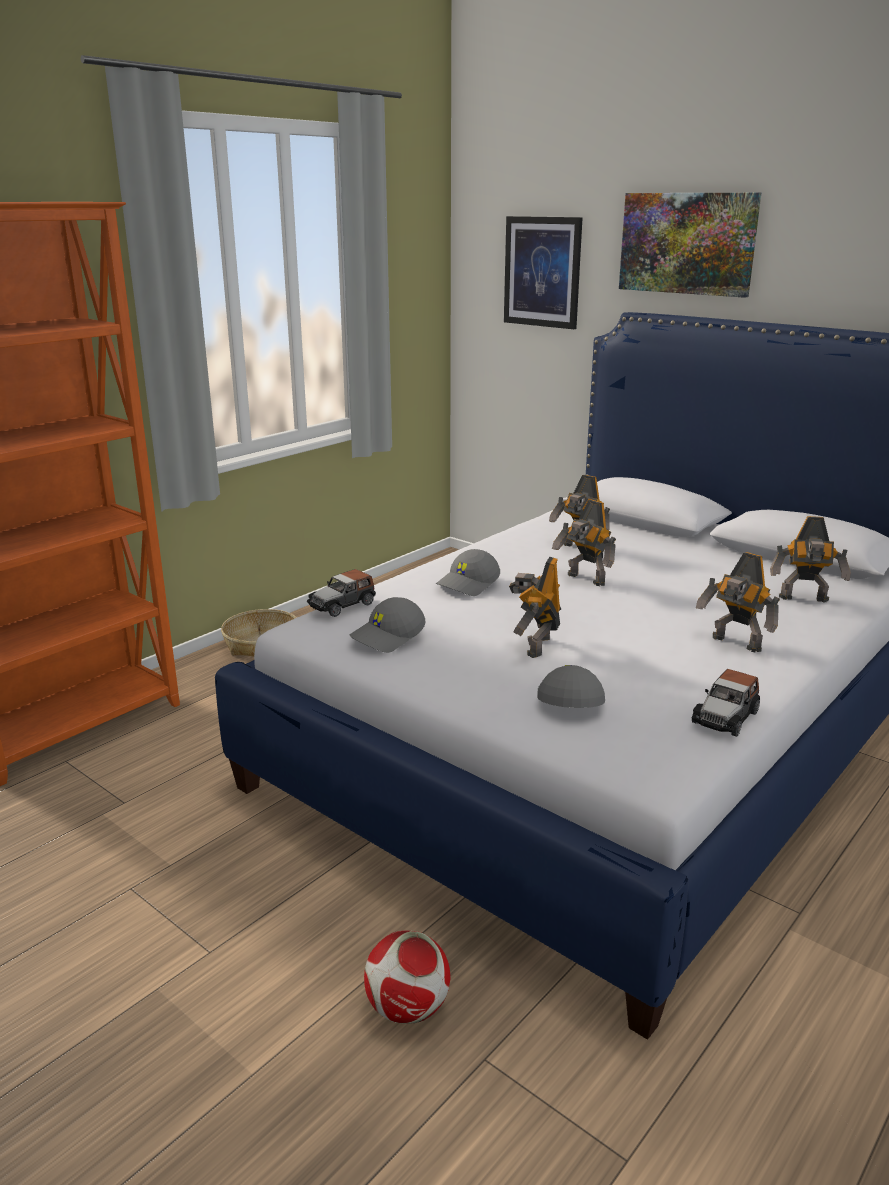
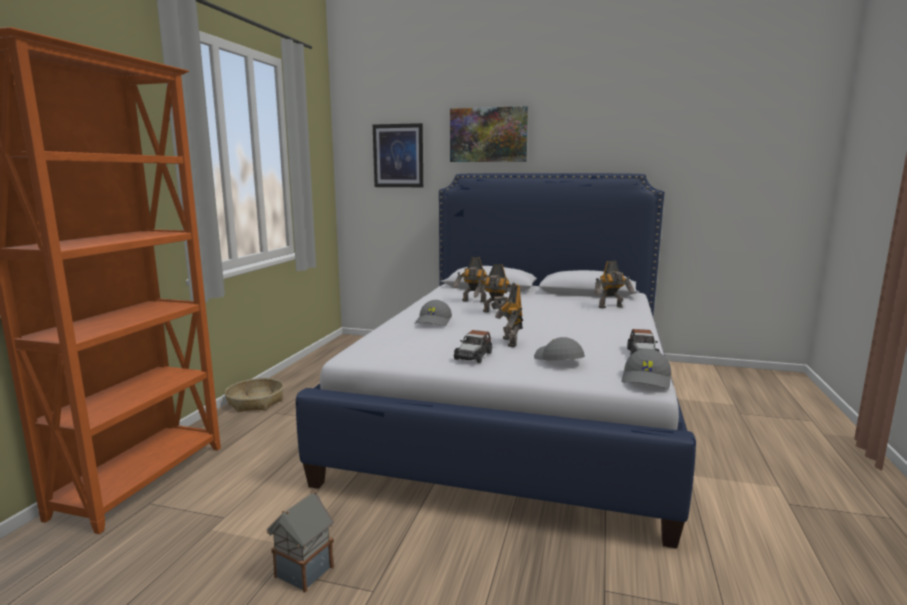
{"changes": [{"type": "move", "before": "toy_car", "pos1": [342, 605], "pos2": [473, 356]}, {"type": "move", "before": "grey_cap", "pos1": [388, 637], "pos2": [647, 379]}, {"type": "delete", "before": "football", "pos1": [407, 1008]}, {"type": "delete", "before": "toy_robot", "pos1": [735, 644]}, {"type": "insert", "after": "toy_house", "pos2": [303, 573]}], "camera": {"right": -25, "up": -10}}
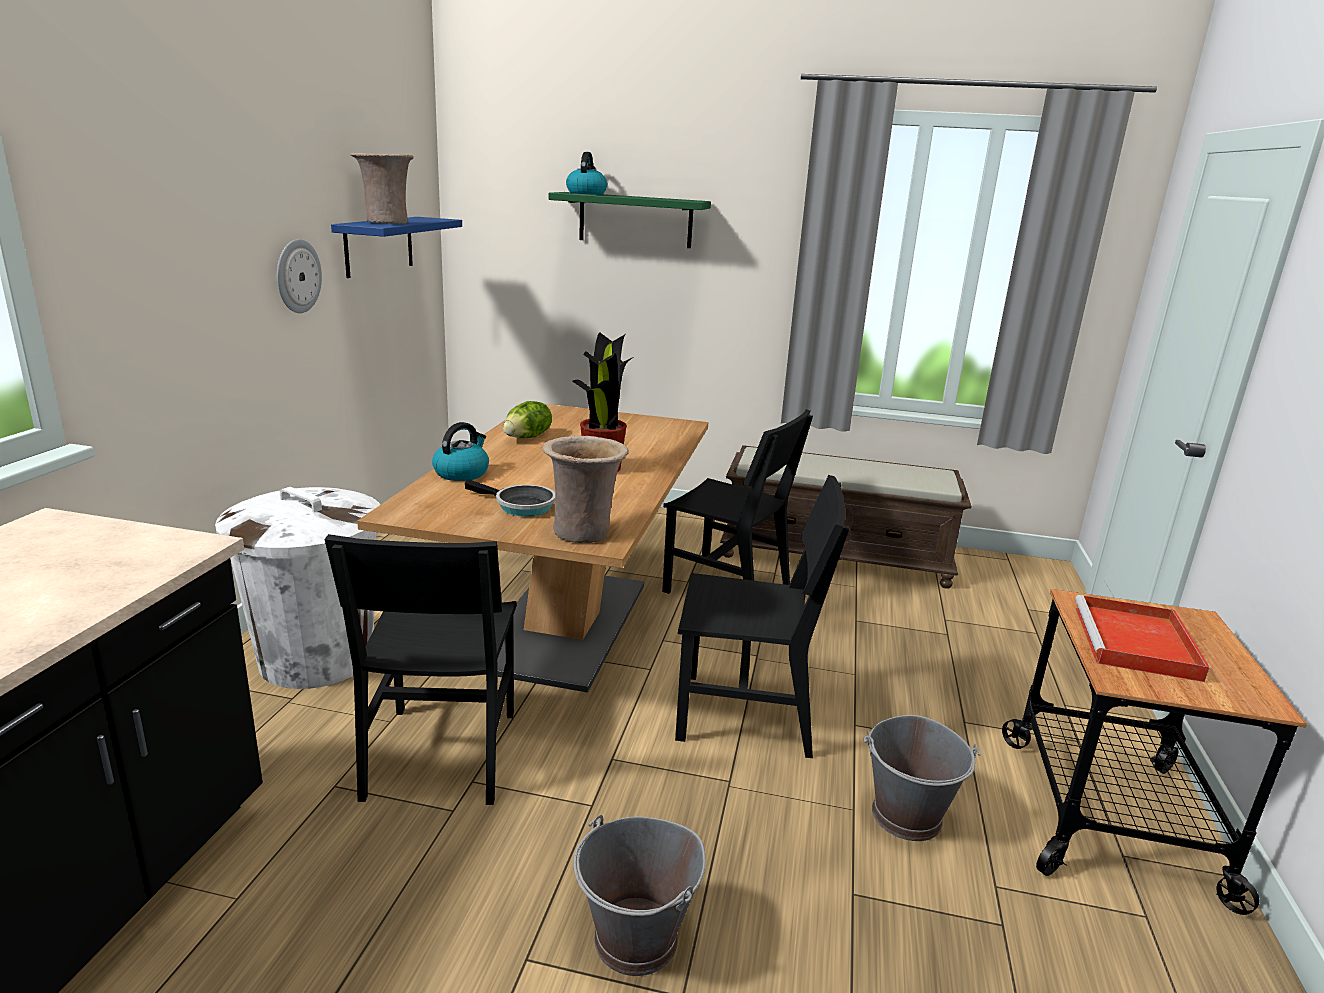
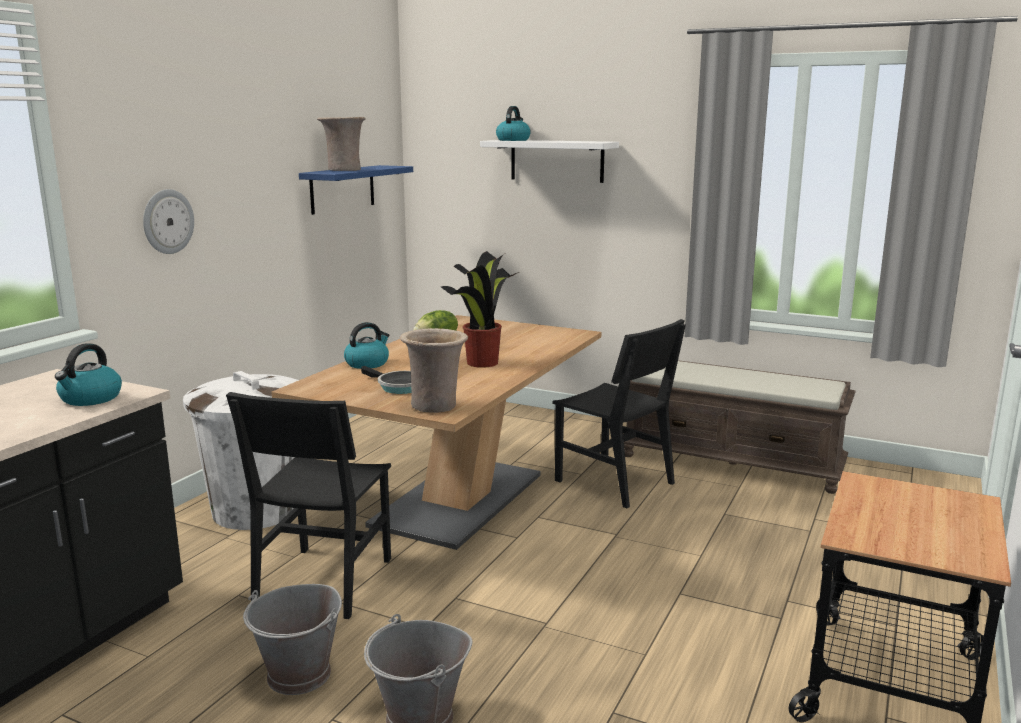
{"changes": [{"type": "move", "before": "wall_clock", "pos1": [297, 276], "pos2": [167, 221]}, {"type": "recolor", "before": "green_shelf", "after": "white_shelf", "pos1": [635, 220], "pos2": [556, 161]}, {"type": "delete", "before": "black_chair", "pos1": [746, 714]}, {"type": "move", "before": "grey_bucket", "pos1": [907, 816], "pos2": [299, 675]}, {"type": "delete", "before": "red_tray", "pos1": [1137, 644]}, {"type": "insert", "after": "kettle", "pos2": [90, 399]}], "camera": {"right": 15, "up": -5}}
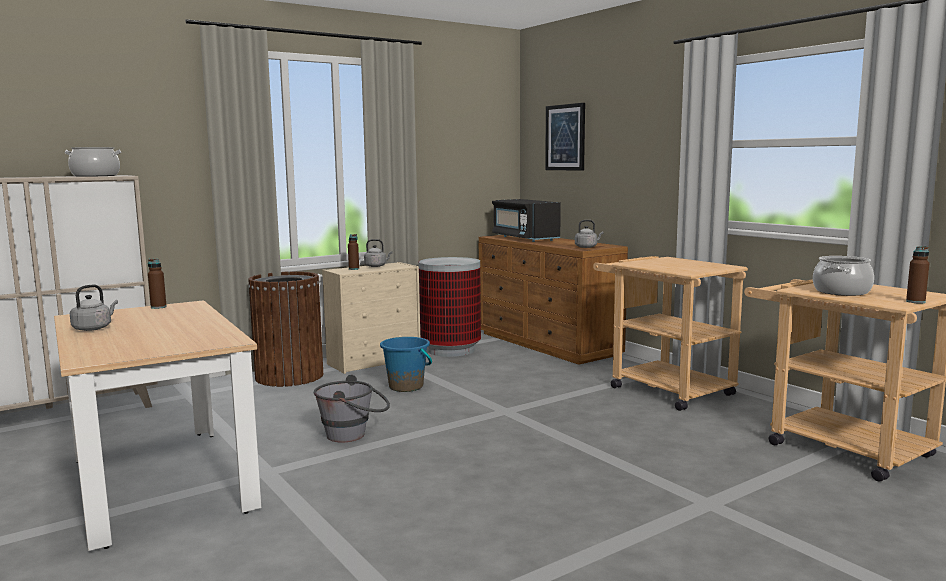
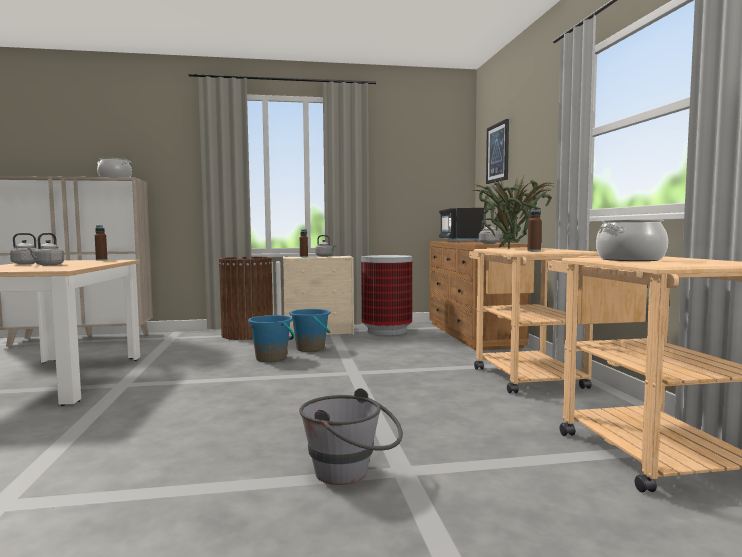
{"changes": [{"type": "move", "before": "grey_bucket", "pos1": [354, 435], "pos2": [351, 474]}, {"type": "move", "before": "brown_bottle", "pos1": [915, 302], "pos2": [534, 251]}, {"type": "insert", "after": "grey_kettle", "pos2": [48, 265]}, {"type": "insert", "after": "blue_bucket", "pos2": [271, 358]}, {"type": "insert", "after": "potted_plant", "pos2": [511, 248]}], "camera": {"right": 25, "up": -5}}
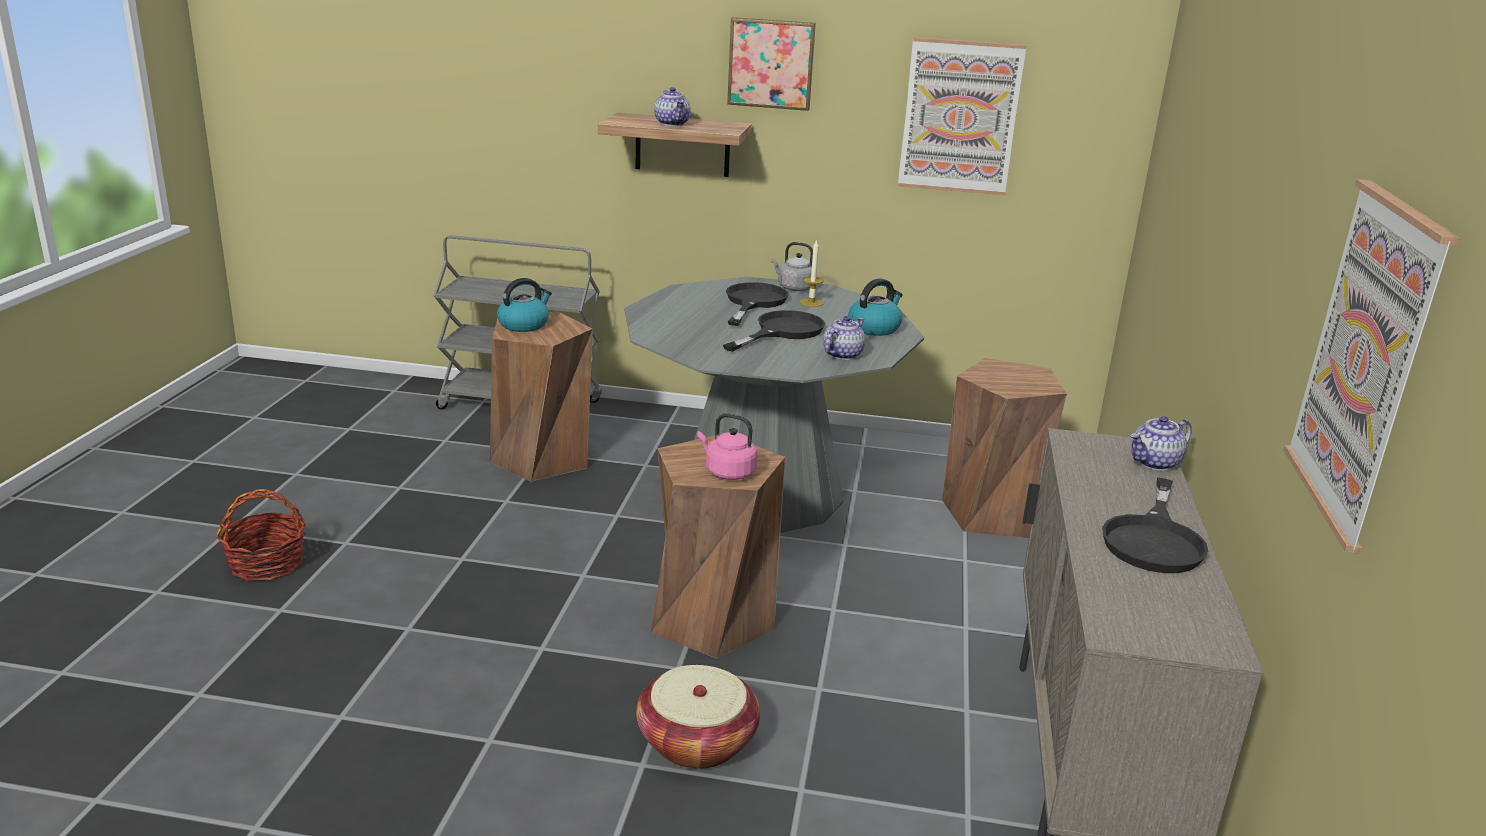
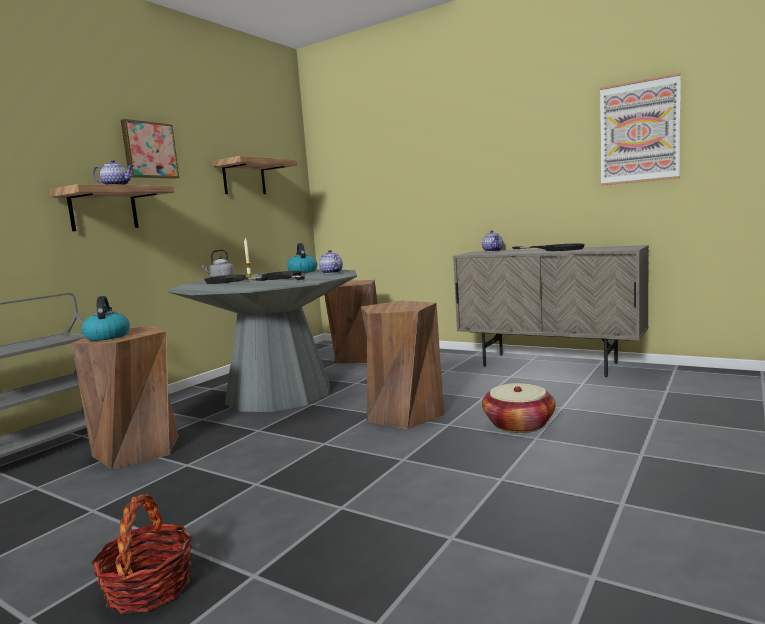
{"changes": [{"type": "delete", "before": "pink_kettle", "pos1": [727, 472]}, {"type": "replace", "before": "picture", "after": "shelf", "pos1": [960, 117], "pos2": [244, 178]}], "camera": {"right": -65, "up": -15}}
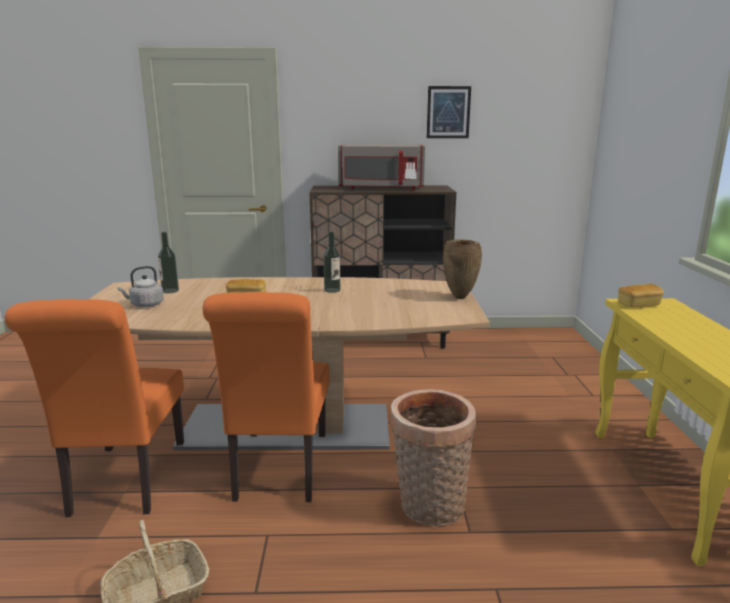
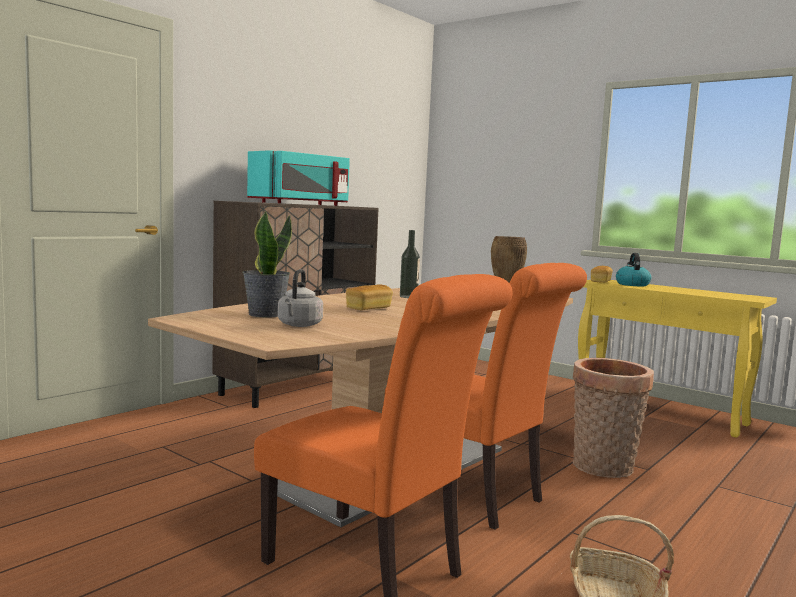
{"changes": [{"type": "replace", "before": "bottle", "after": "potted_plant", "pos1": [170, 291], "pos2": [265, 314]}, {"type": "recolor", "before": "grey_microwave", "after": "turquoise_microwave", "pos1": [381, 188], "pos2": [301, 204]}, {"type": "delete", "before": "picture", "pos1": [448, 112]}, {"type": "insert", "after": "kettle", "pos2": [632, 284]}], "camera": {"right": -50, "up": -10}}
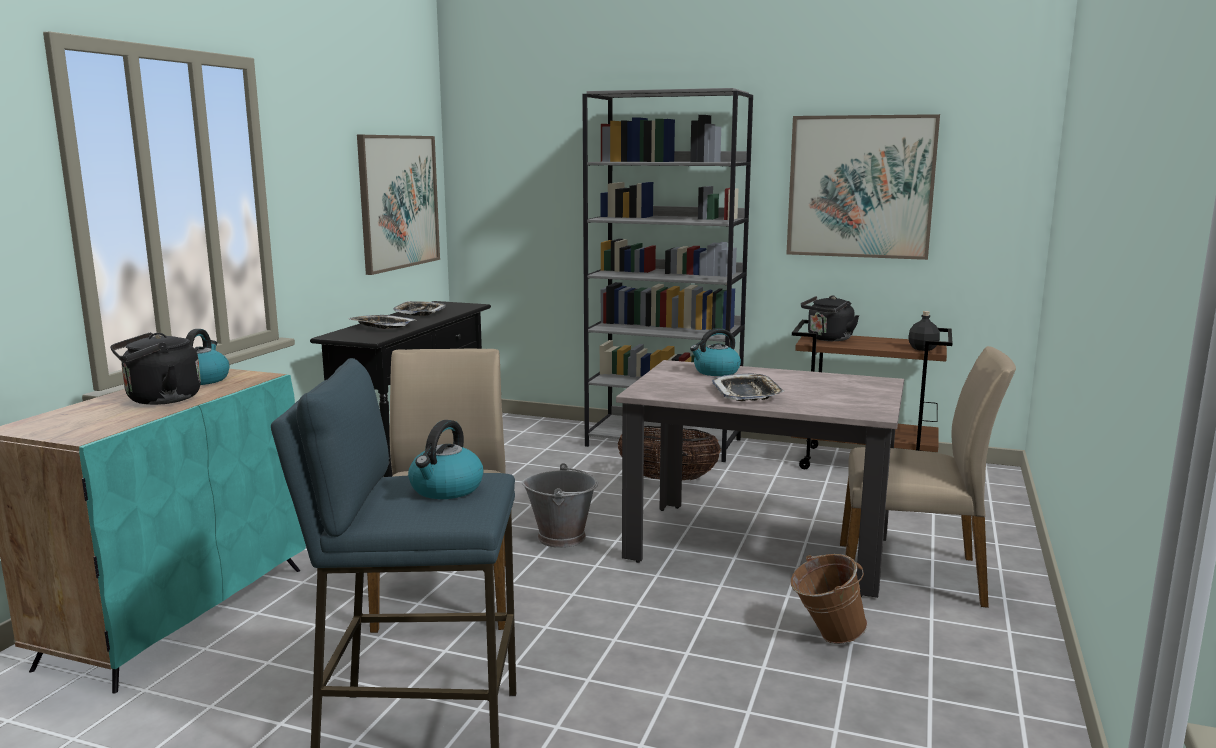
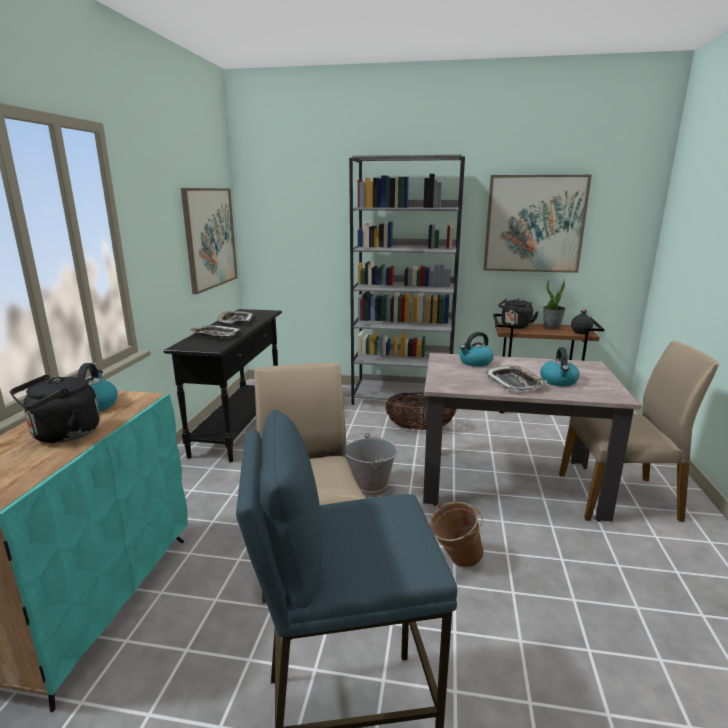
{"changes": [{"type": "move", "before": "kettle", "pos1": [446, 489], "pos2": [559, 381]}, {"type": "move", "before": "brown_bucket", "pos1": [825, 637], "pos2": [454, 561]}, {"type": "insert", "after": "potted_plant", "pos2": [552, 327]}], "camera": {"right": -10, "up": 5}}
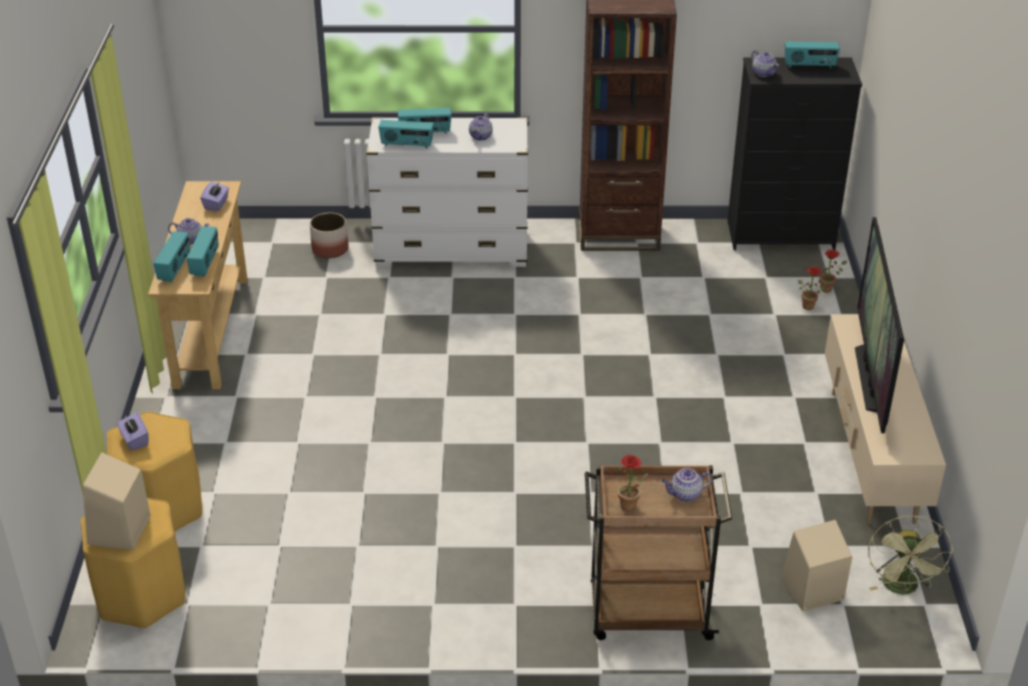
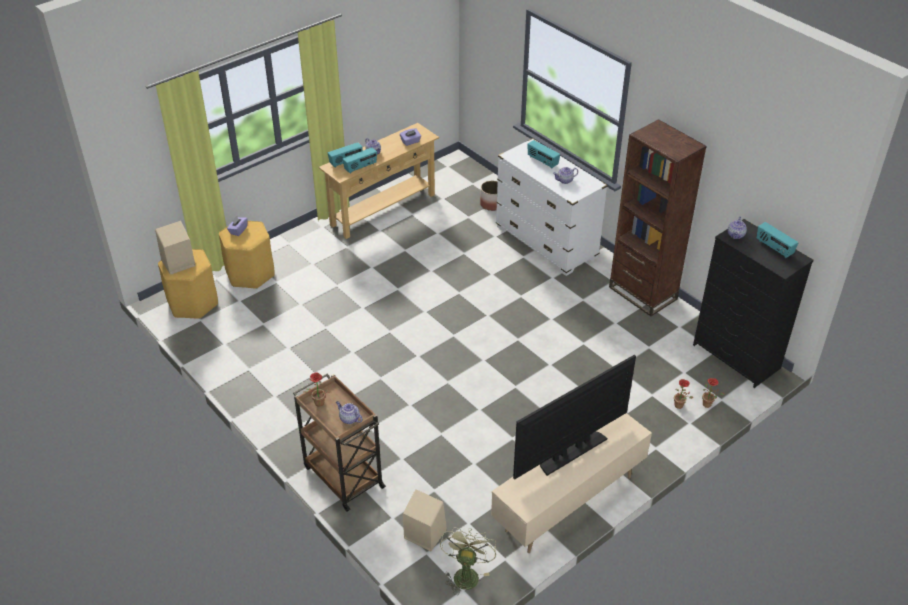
{"changes": [{"type": "delete", "before": "radio", "pos1": [406, 145]}, {"type": "rotate", "before": "green_fan", "pos1": [902, 588], "pos2": [466, 573], "turn": 135}], "camera": {"right": 50, "up": 5}}
